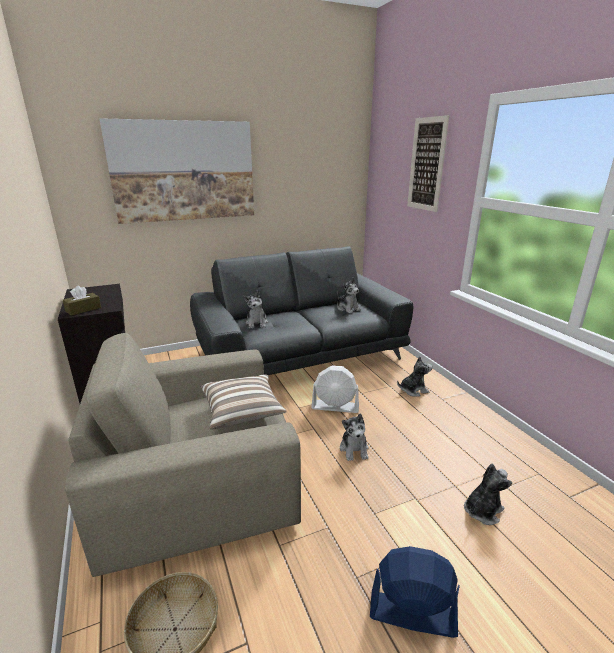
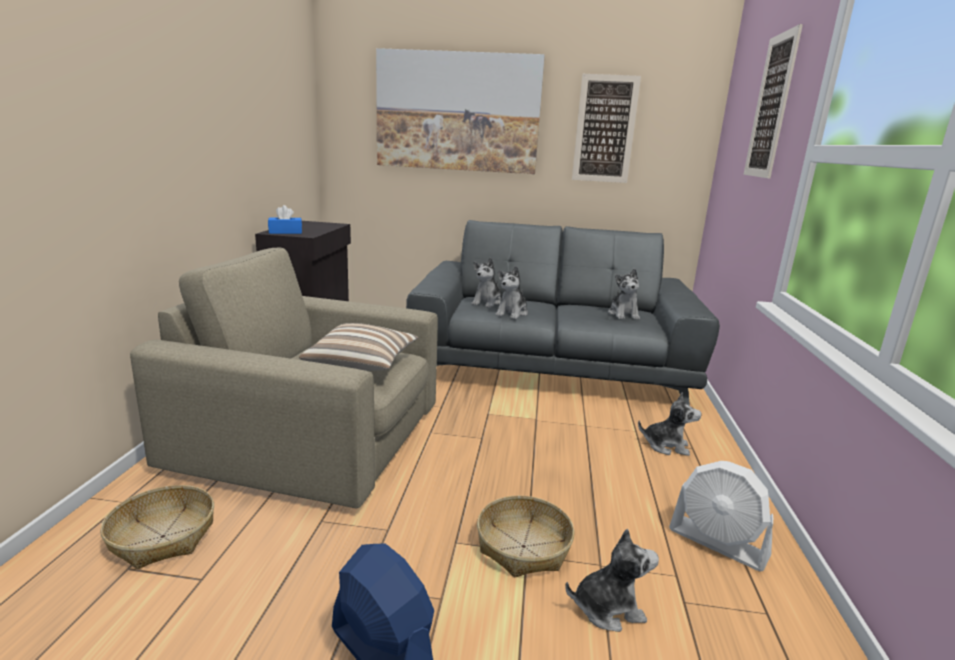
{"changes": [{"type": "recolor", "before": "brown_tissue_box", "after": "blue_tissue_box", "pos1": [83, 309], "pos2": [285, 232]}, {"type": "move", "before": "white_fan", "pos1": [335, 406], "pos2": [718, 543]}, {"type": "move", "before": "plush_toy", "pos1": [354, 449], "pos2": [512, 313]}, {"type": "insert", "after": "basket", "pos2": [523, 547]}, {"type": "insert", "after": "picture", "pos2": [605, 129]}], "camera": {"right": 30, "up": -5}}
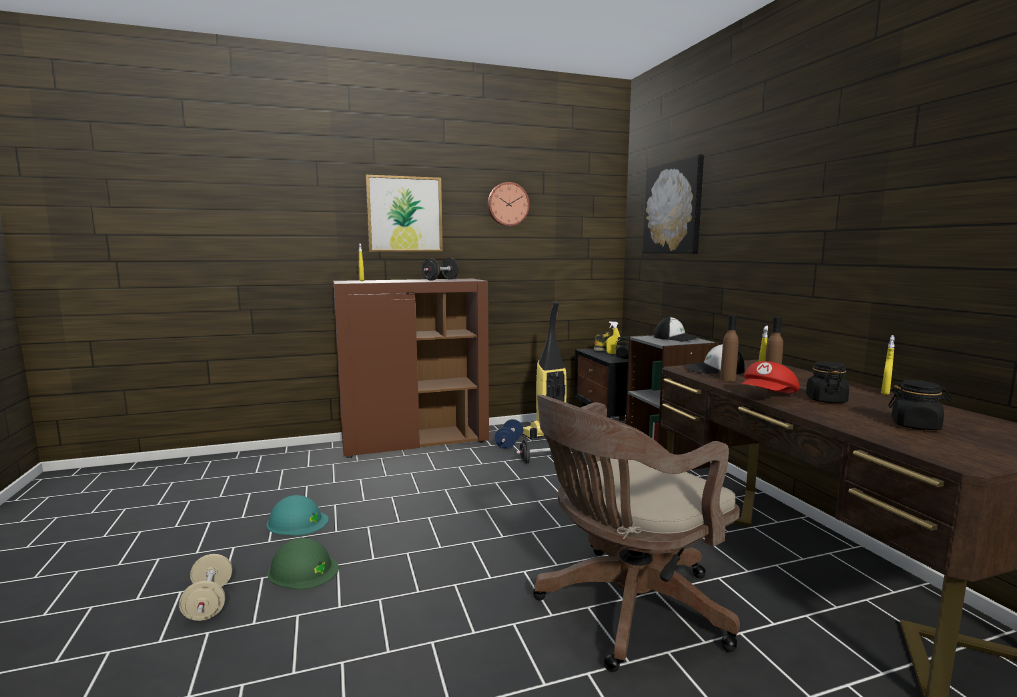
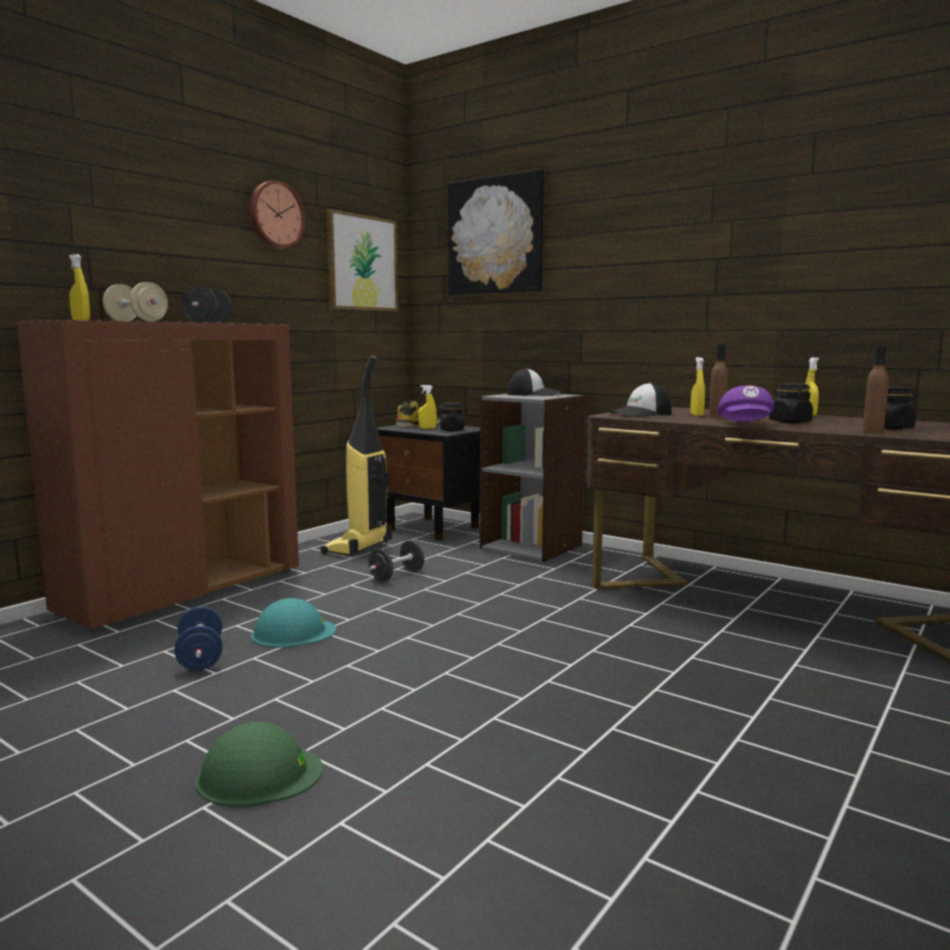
{"changes": [{"type": "move", "before": "beige_dumbbell", "pos1": [209, 603], "pos2": [136, 321]}, {"type": "move", "before": "turquoise_hard_hat", "pos1": [297, 522], "pos2": [293, 633]}, {"type": "move", "before": "picture", "pos1": [404, 214], "pos2": [361, 263]}, {"type": "move", "before": "blue_dumbbell", "pos1": [509, 443], "pos2": [200, 657]}, {"type": "delete", "before": "brown_office_chair", "pos1": [625, 609]}, {"type": "move", "before": "brown_bottle", "pos1": [728, 379], "pos2": [873, 432]}, {"type": "recolor", "before": "red_cap", "after": "purple_cap", "pos1": [768, 396], "pos2": [746, 424]}], "camera": {"right": -35, "up": 0}}
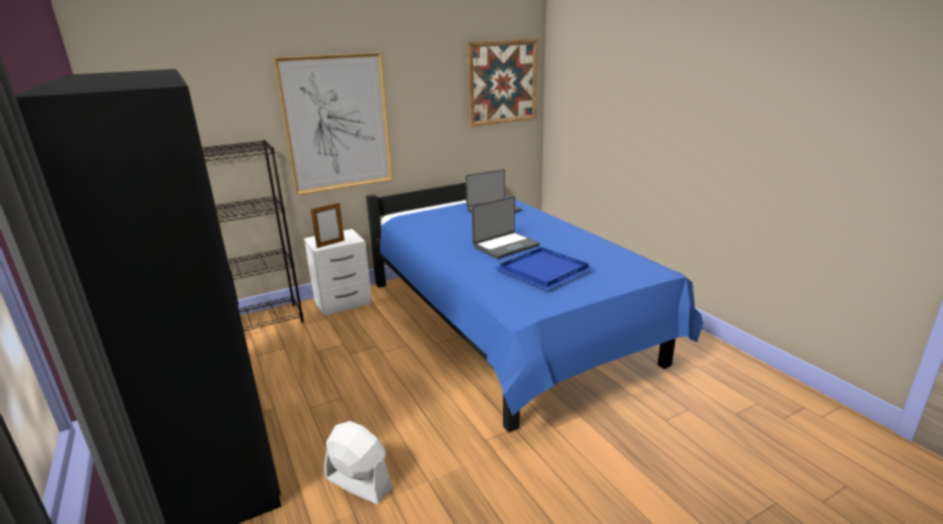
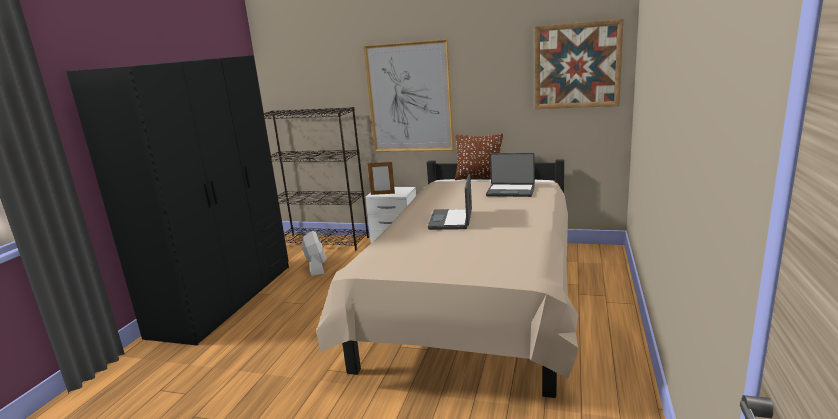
{"changes": [{"type": "move", "before": "white_fan", "pos1": [358, 483], "pos2": [316, 267]}, {"type": "recolor", "before": "blue_bed", "after": "beige_bed", "pos1": [508, 324], "pos2": [474, 301]}, {"type": "rotate", "before": "laptop", "pos1": [505, 246], "pos2": [452, 220], "turn": 90}, {"type": "delete", "before": "blue_tray", "pos1": [543, 271]}, {"type": "insert", "after": "brown_pillow", "pos2": [479, 178]}], "camera": {"right": 45, "up": -5}}
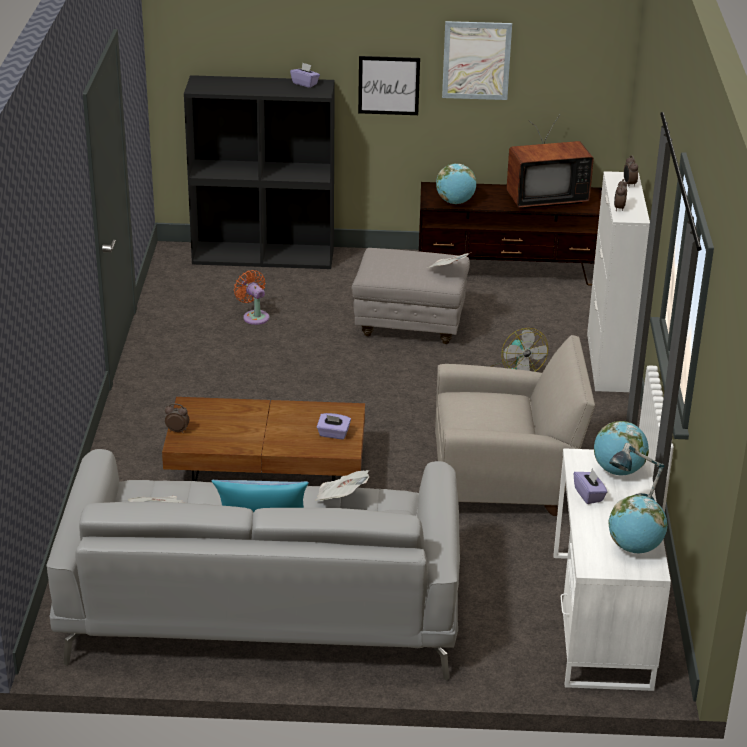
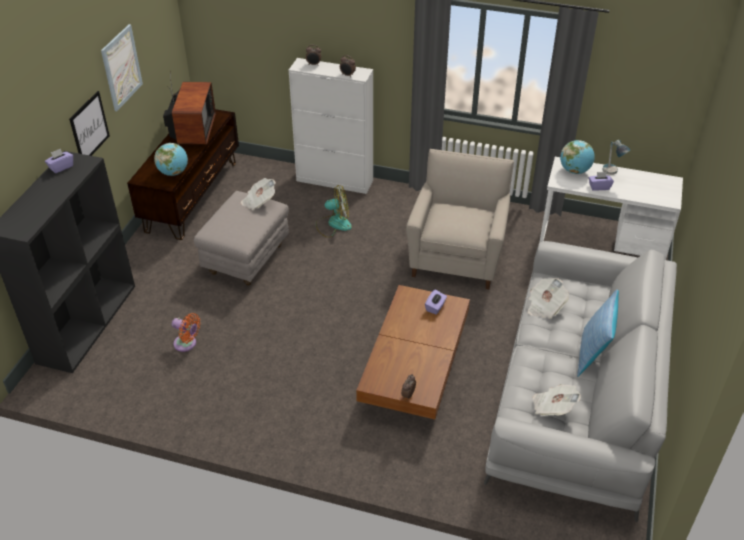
{"changes": [{"type": "rotate", "before": "orange_fan", "pos1": [254, 316], "pos2": [187, 344], "turn": -135}, {"type": "delete", "before": "globe", "pos1": [635, 547]}], "camera": {"right": -75, "up": 10}}
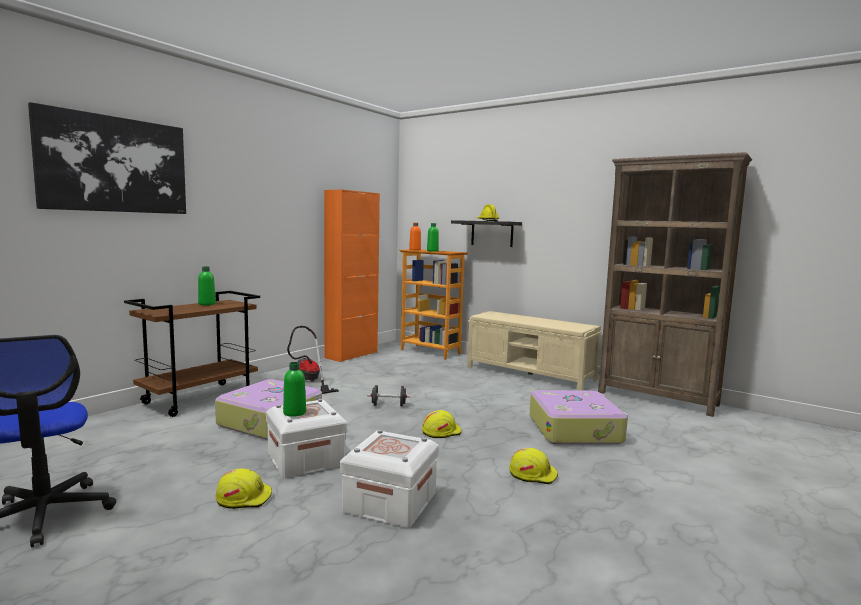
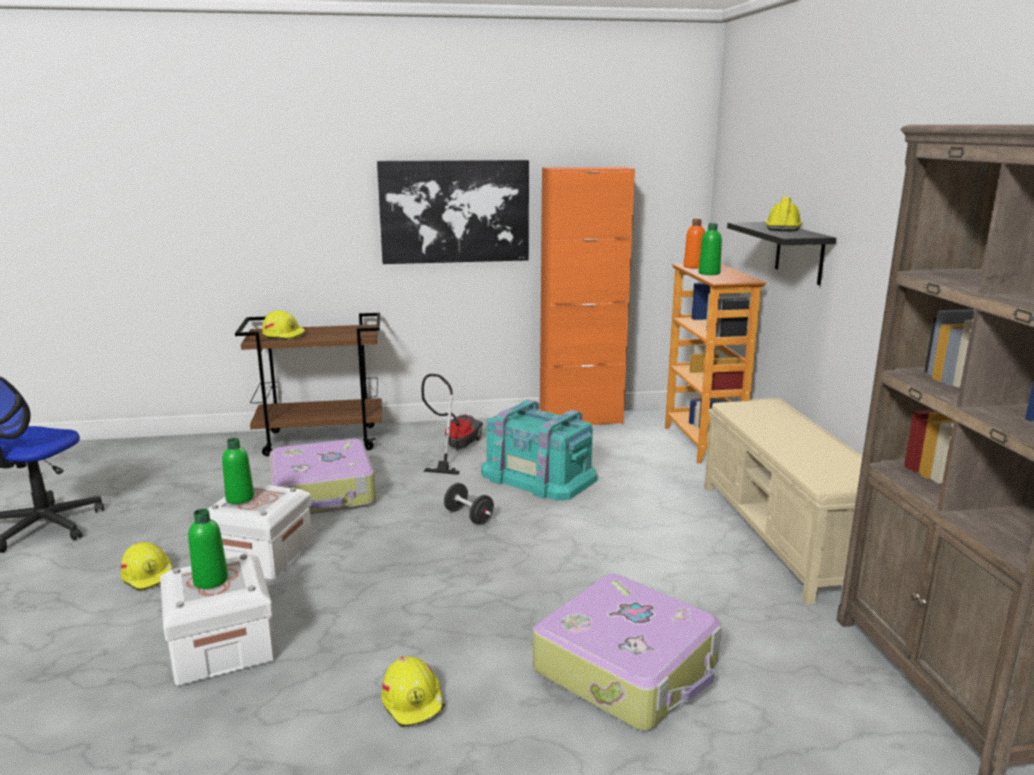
{"changes": [{"type": "move", "before": "picture", "pos1": [115, 164], "pos2": [454, 211]}, {"type": "move", "before": "green_bottle", "pos1": [207, 304], "pos2": [210, 580]}, {"type": "move", "before": "yellow_hard_hat", "pos1": [441, 432], "pos2": [284, 335]}, {"type": "insert", "after": "turquoise_storage_box", "pos2": [539, 476]}], "camera": {"right": 45, "up": 10}}
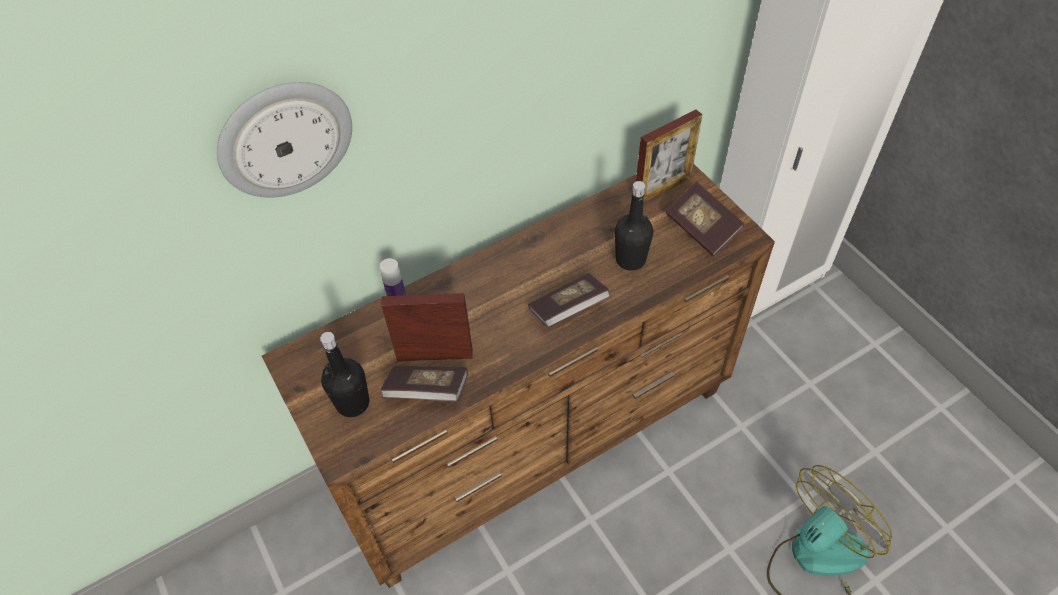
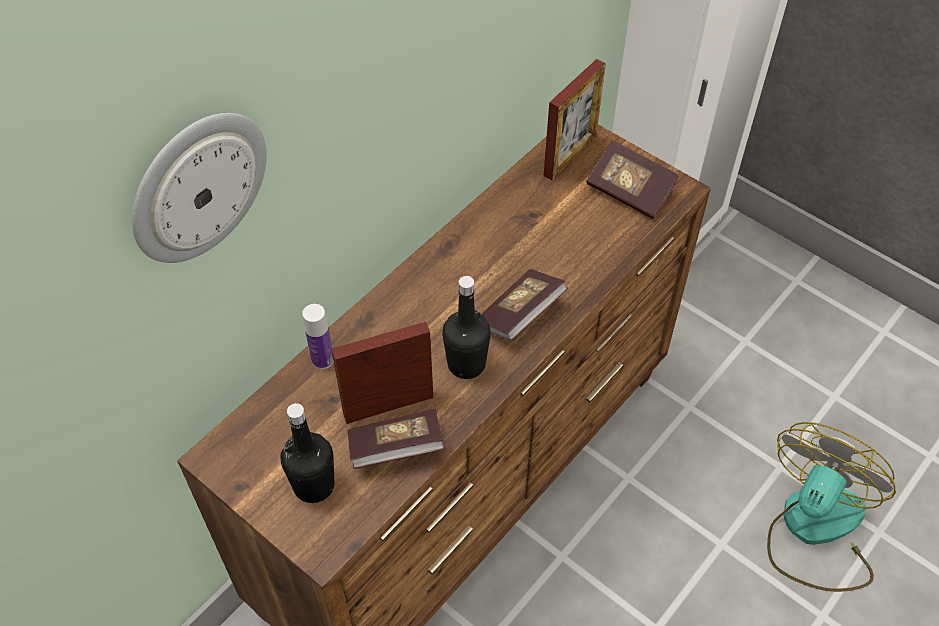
{"changes": [{"type": "move", "before": "black_bottle", "pos1": [630, 259], "pos2": [466, 364]}], "camera": {"right": -20, "up": 0}}
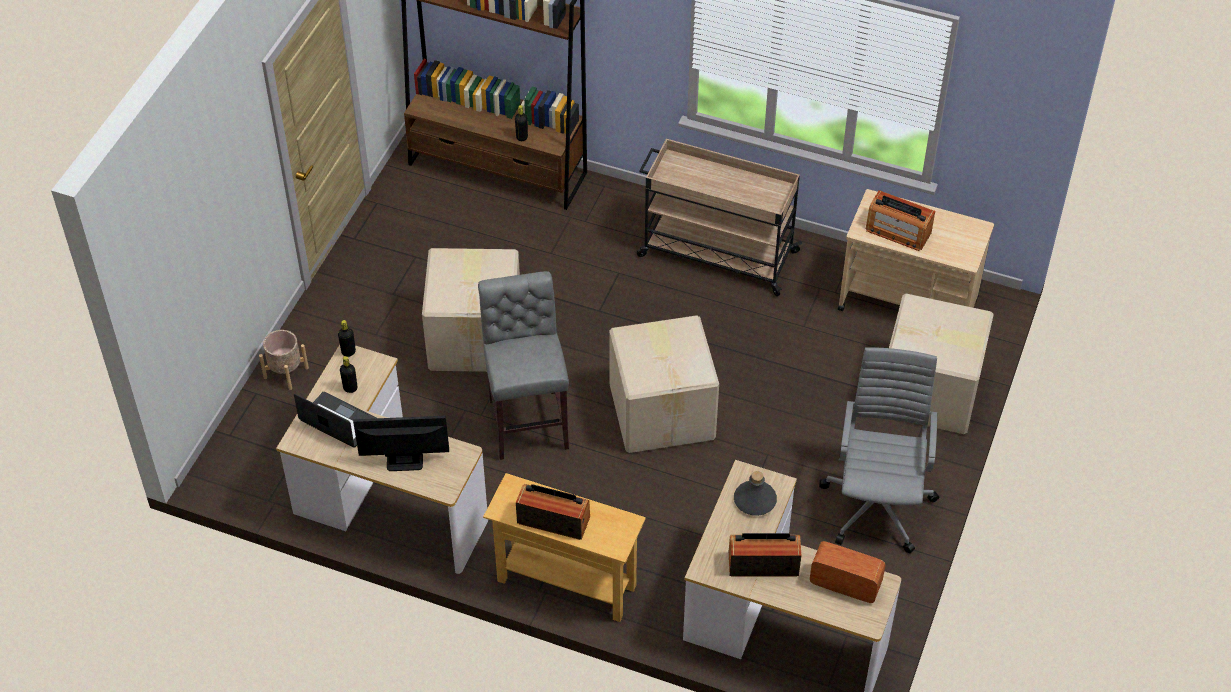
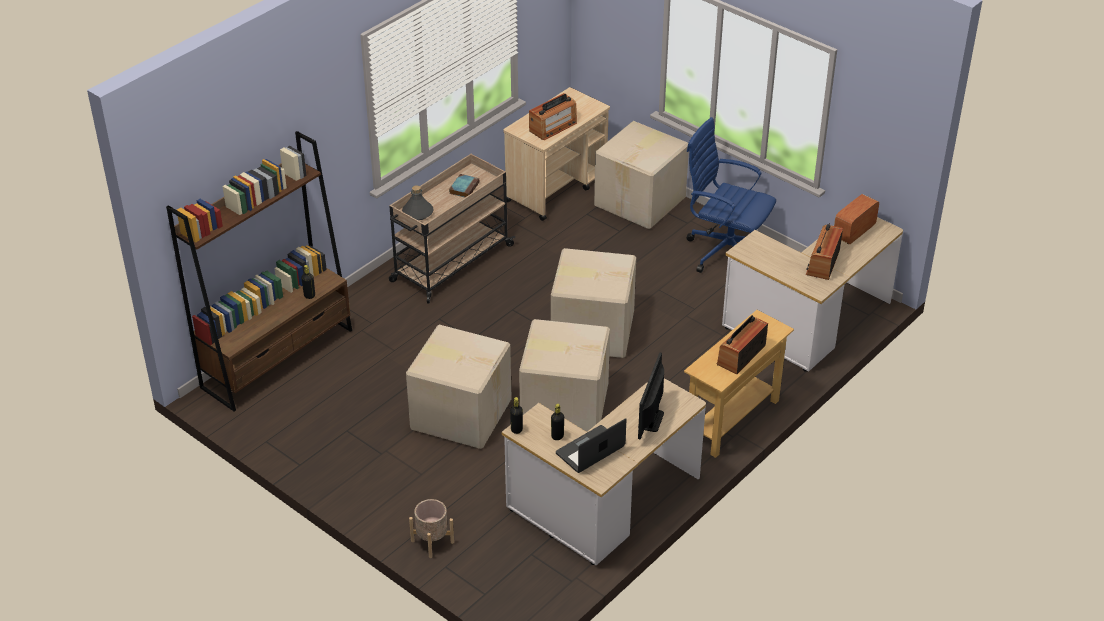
{"changes": [{"type": "replace", "before": "grey_stool", "after": "cardboard_box", "pos1": [527, 420], "pos2": [563, 404]}, {"type": "move", "before": "grey_bottle", "pos1": [755, 500], "pos2": [418, 212]}, {"type": "recolor", "before": "grey_office_chair", "after": "blue_office_chair", "pos1": [878, 503], "pos2": [725, 251]}, {"type": "insert", "after": "book", "pos2": [464, 187]}], "camera": {"right": -70, "up": -10}}
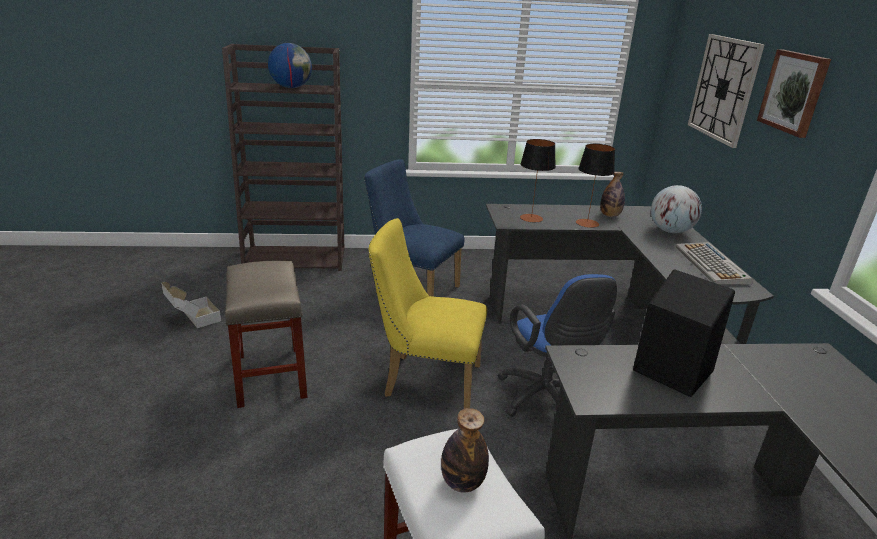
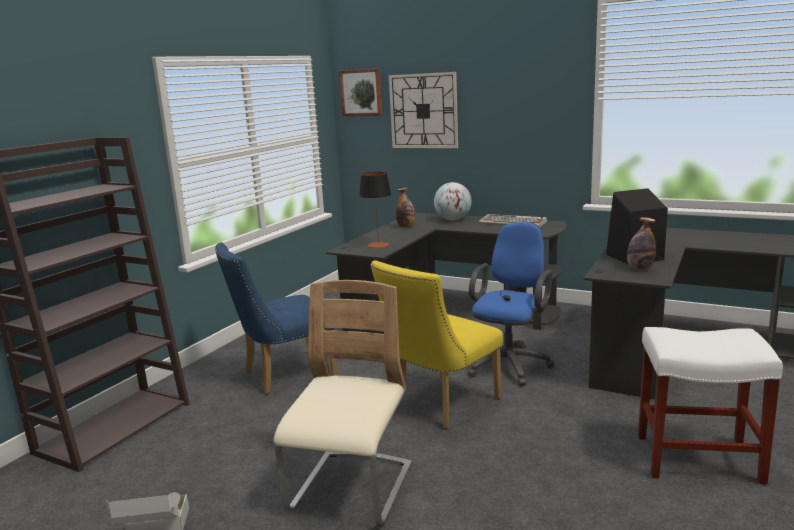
{"changes": [{"type": "replace", "before": "beige_stool", "after": "beige_chair", "pos1": [271, 377], "pos2": [351, 489]}, {"type": "delete", "before": "globe", "pos1": [291, 87]}, {"type": "move", "before": "bottle", "pos1": [462, 483], "pos2": [640, 269]}, {"type": "rotate", "before": "blue_office_chair", "pos1": [546, 401], "pos2": [510, 364], "turn": -75}, {"type": "delete", "before": "table_lamp", "pos1": [587, 223]}, {"type": "move", "before": "picture", "pos1": [794, 92], "pos2": [361, 92]}], "camera": {"right": -55, "up": -10}}
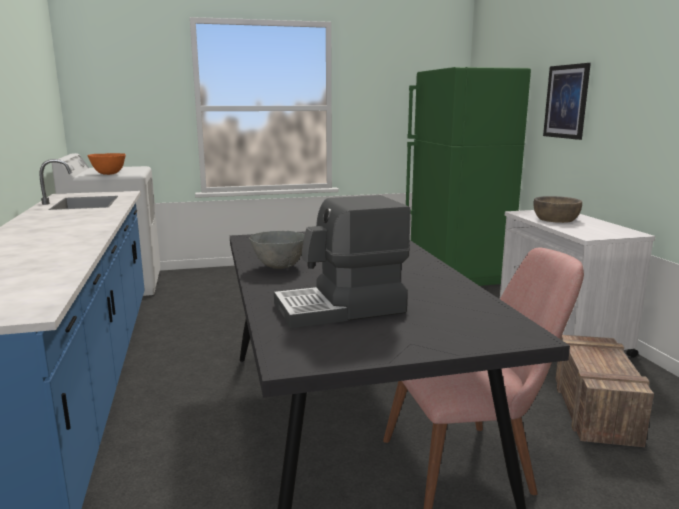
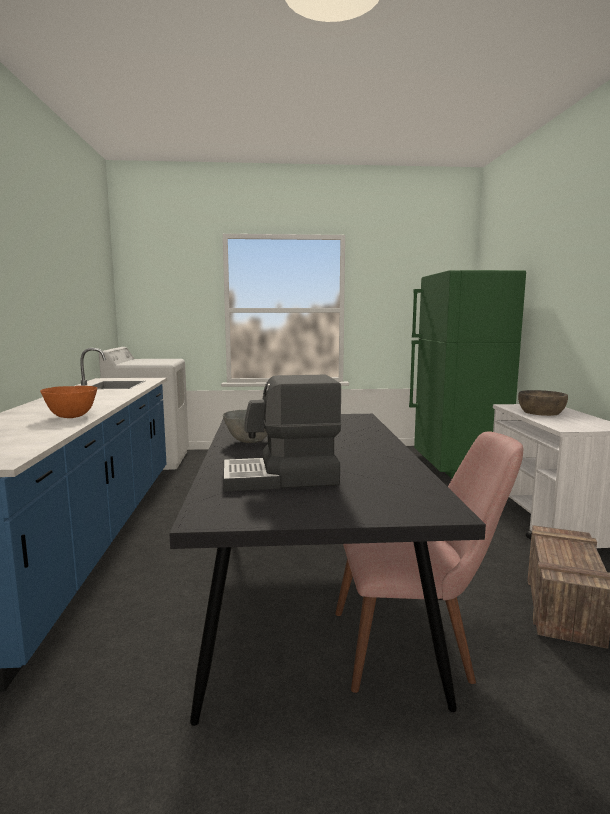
{"changes": [{"type": "move", "before": "orange_bowl", "pos1": [109, 174], "pos2": [71, 417]}, {"type": "delete", "before": "picture", "pos1": [566, 101]}], "camera": {"right": 10, "up": -5}}
